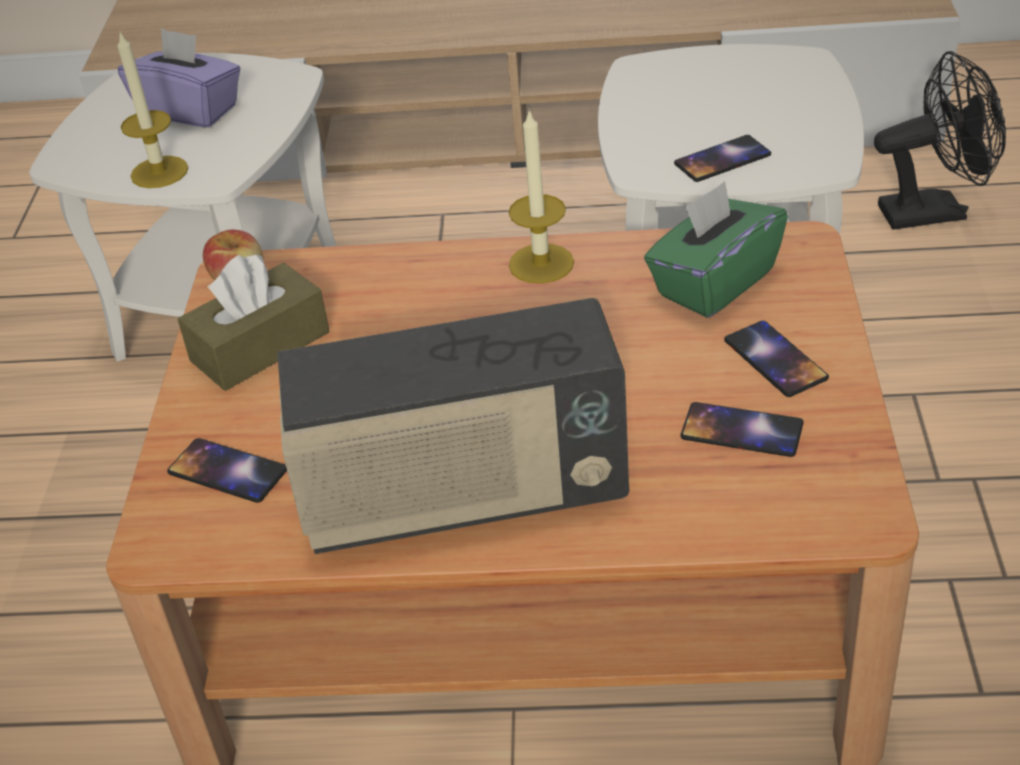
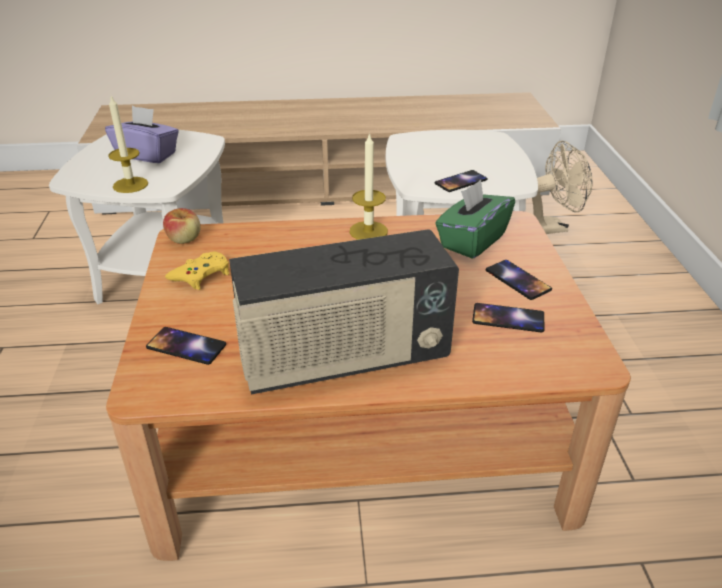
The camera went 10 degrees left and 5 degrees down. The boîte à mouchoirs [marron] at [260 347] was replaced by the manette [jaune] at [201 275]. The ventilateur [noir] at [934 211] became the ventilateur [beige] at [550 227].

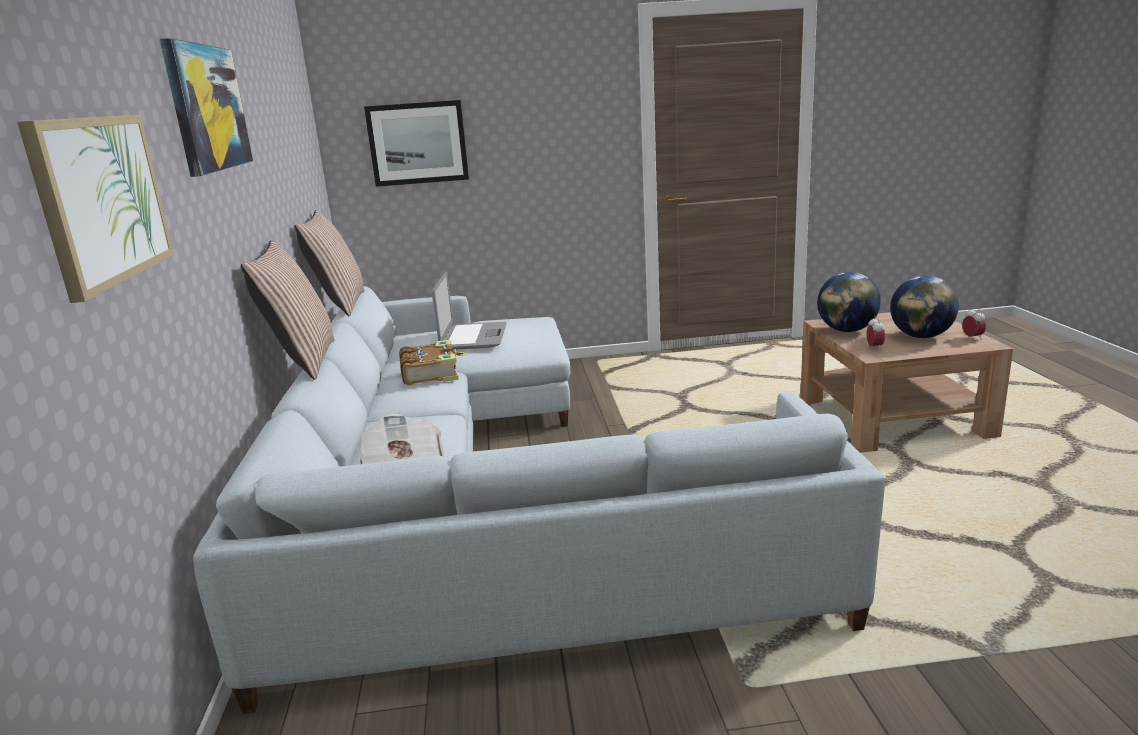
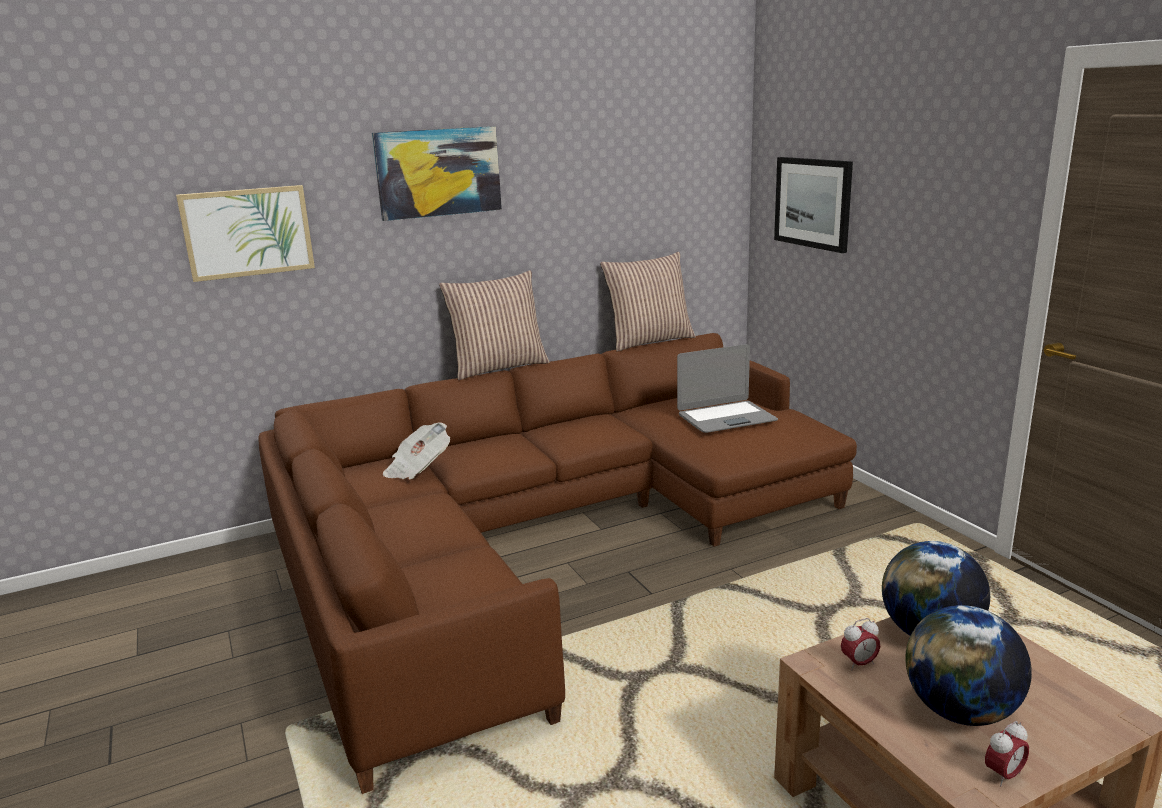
The camera went 70 degrees right and 0 degrees up. The canapé [gris] at [476 496] became the canapé [marron] at [546 537]. The livre at [431 373] disappeared.

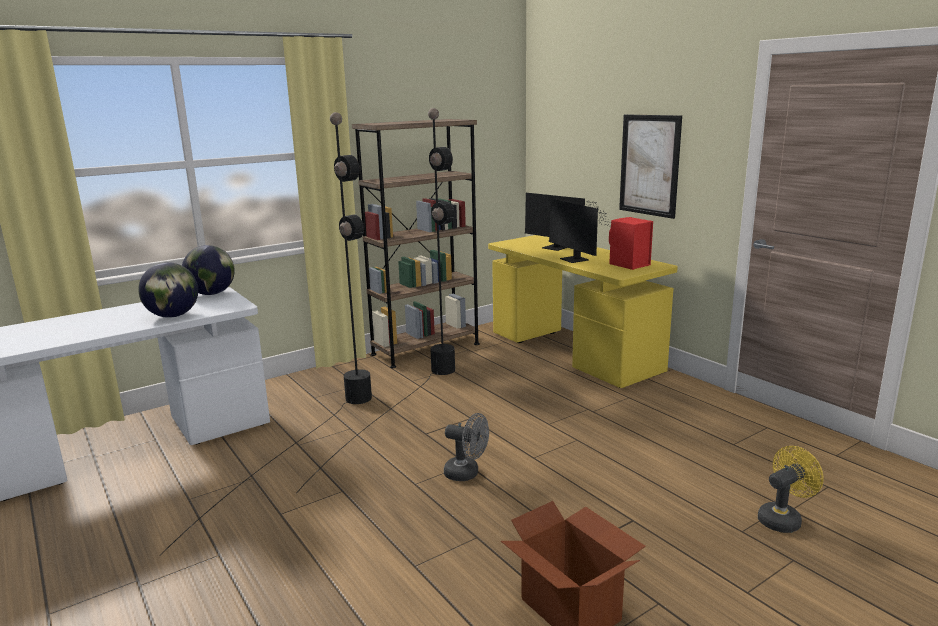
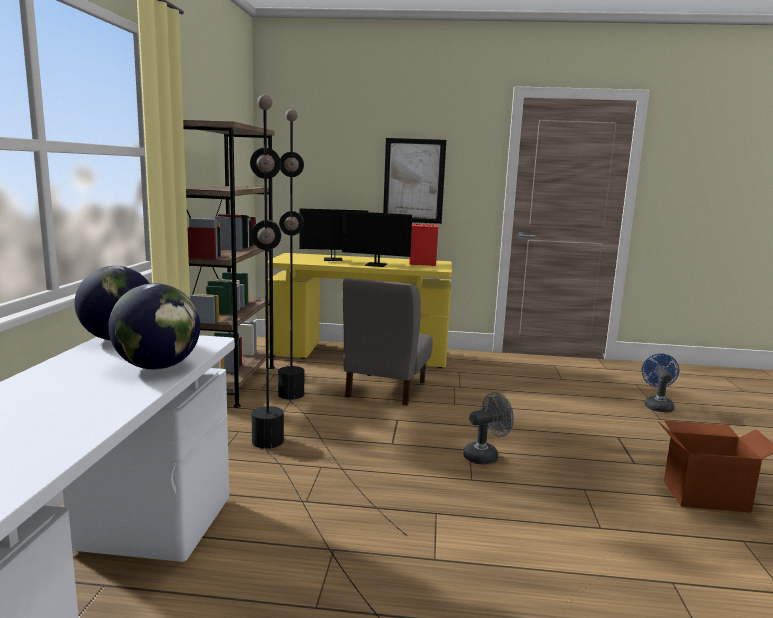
The camera went 50 degrees left and 5 degrees down. The ventilateur [jaune] at [783 519] became the ventilateur [bleu] at [657 405]. The chaise [gris] at [385 389] appeared.

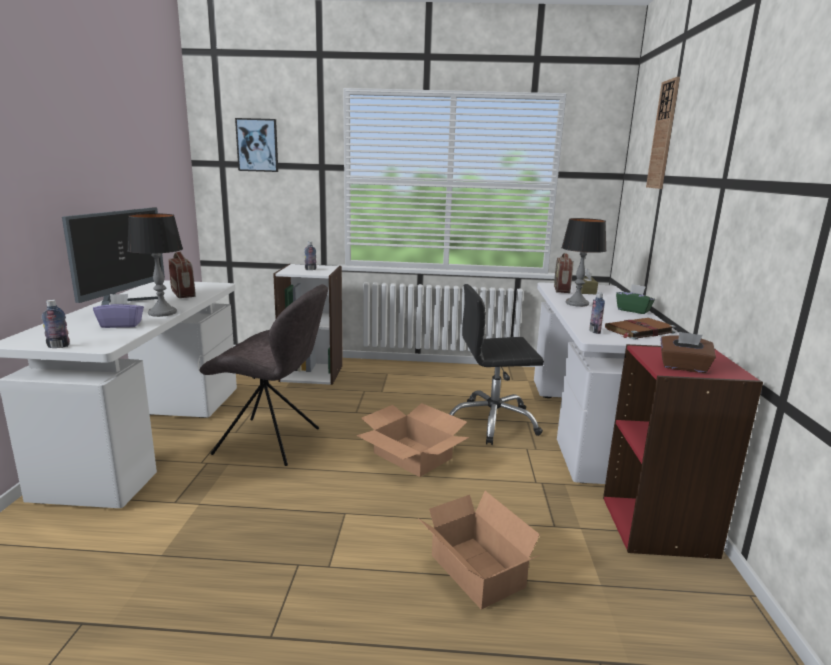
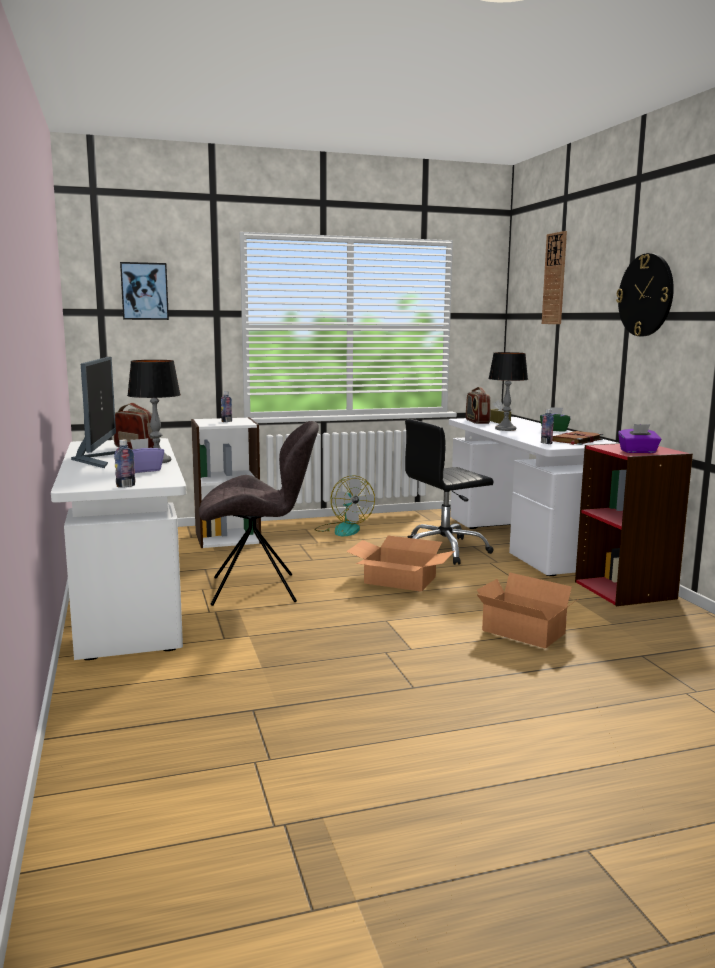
The camera went 20 degrees left and 5 degrees down. The boîte à mouchoirs [marron] at [683 367] became the boîte à mouchoirs [violet] at [638 451]. The ventilateur at [343 529] appeared. The horloge murale at [646 295] appeared.

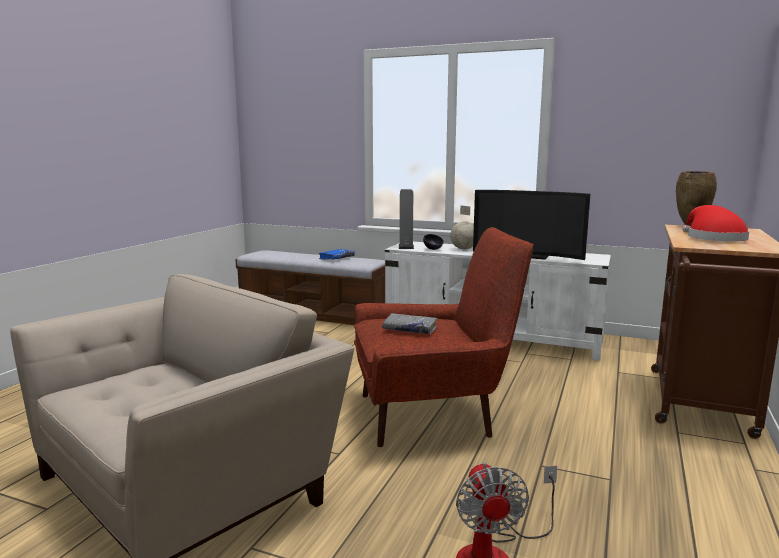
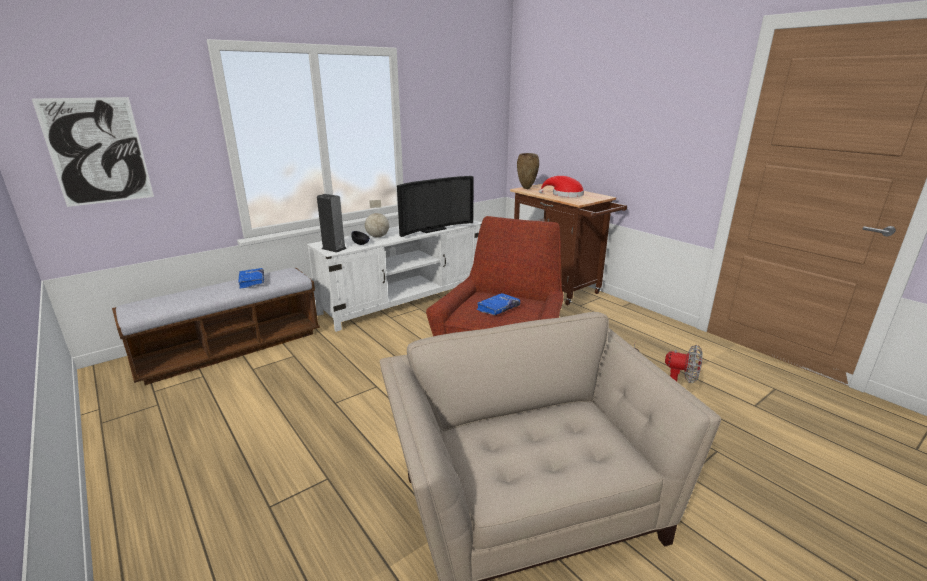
The camera went 60 degrees left and 10 degrees up. The livre [gris] at [409 329] became the livre [bleu] at [498 308]. The tableau at [97 151] appeared.

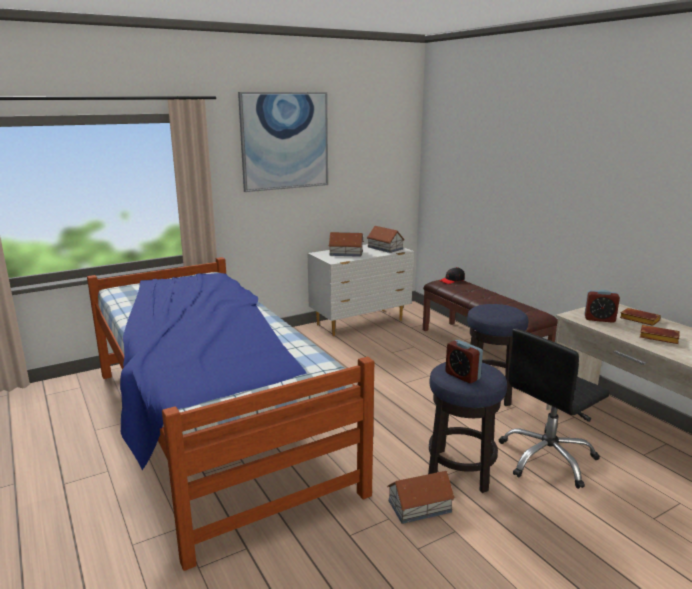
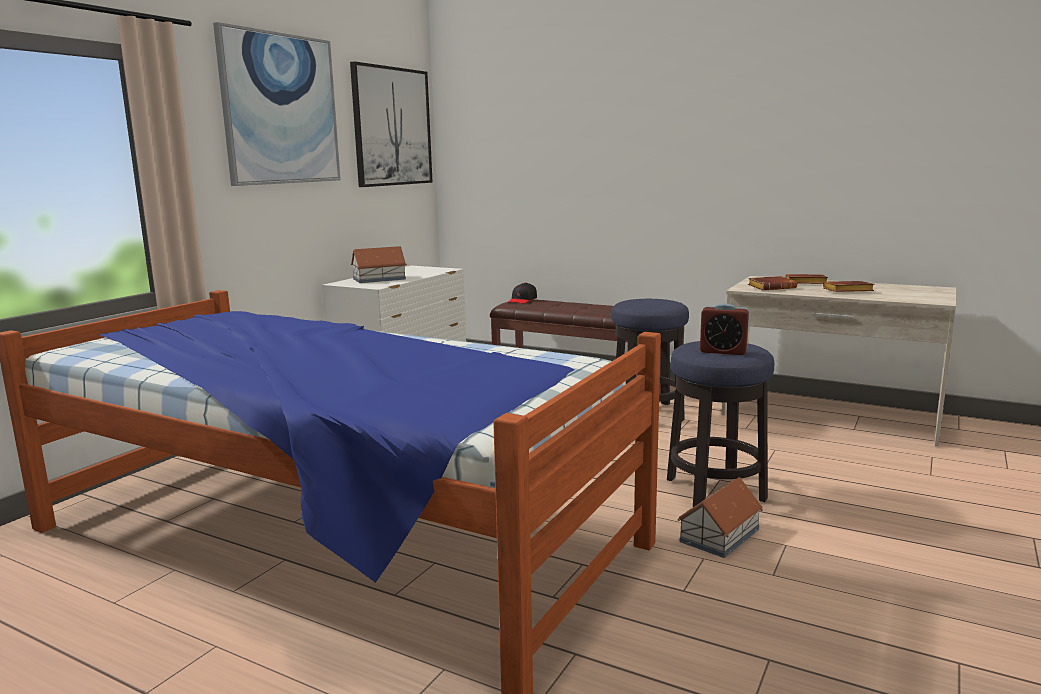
The camera went 30 degrees left and 5 degrees down. The maison miniature at [385 248] disappeared. The chaise de bureau [noir] at [547 458] disappeared. The réveil at [599 319] was replaced by the livre [marron] at [772 287]. The tableau at [392 127] appeared.

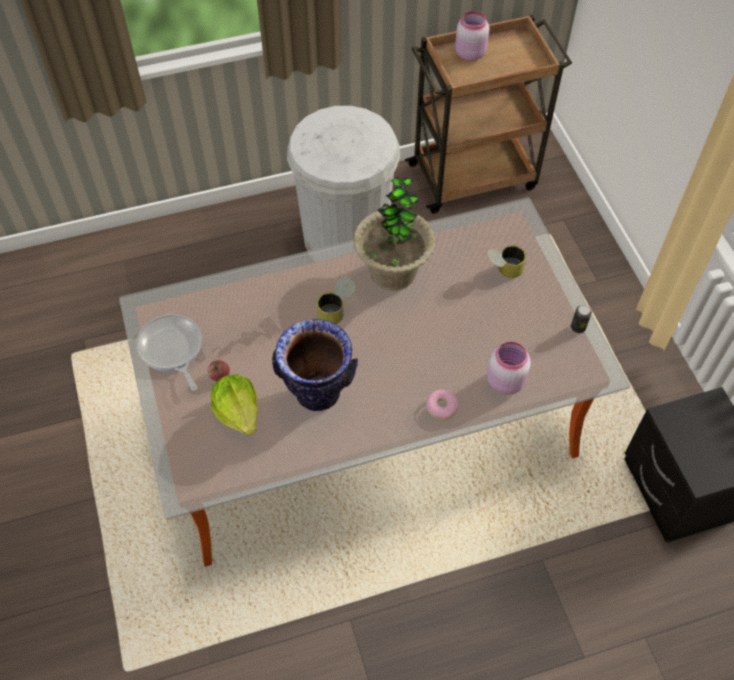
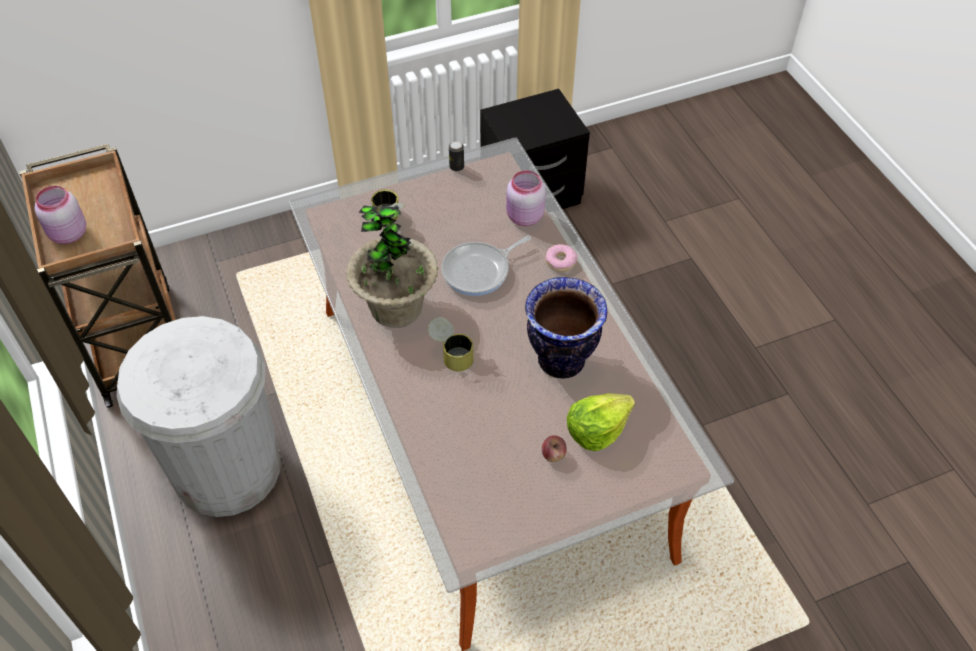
The camera went 95 degrees left and 5 degrees down. The poêle moved from [171 349] to [479 271].

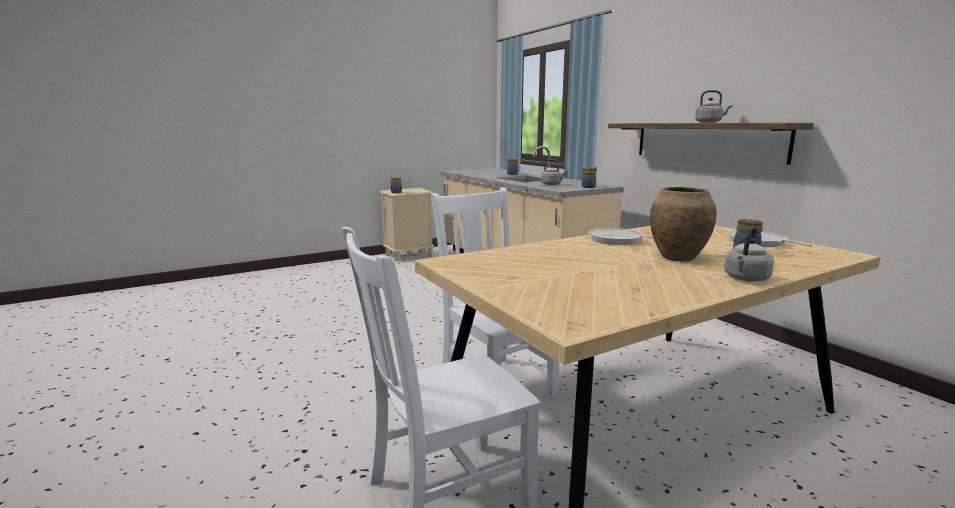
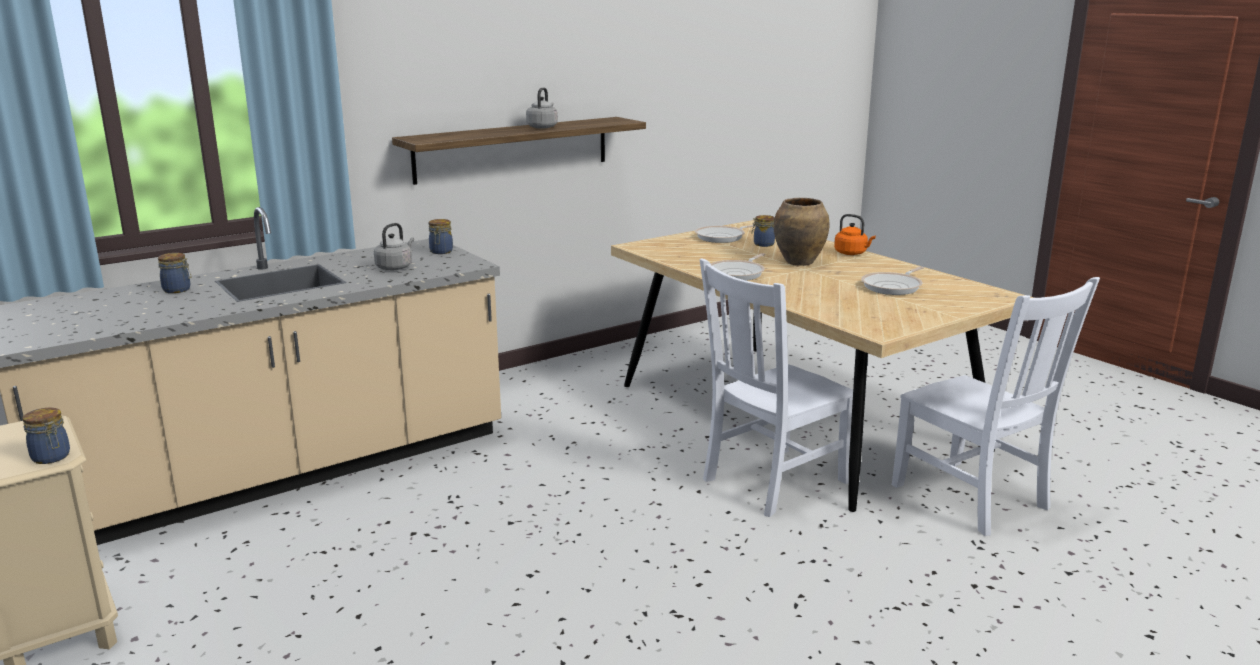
The camera went 95 degrees left and 5 degrees up. The bouilloire [gris] at [745 279] became the bouilloire [orange] at [852 253]. The poêle at [893 287] appeared.

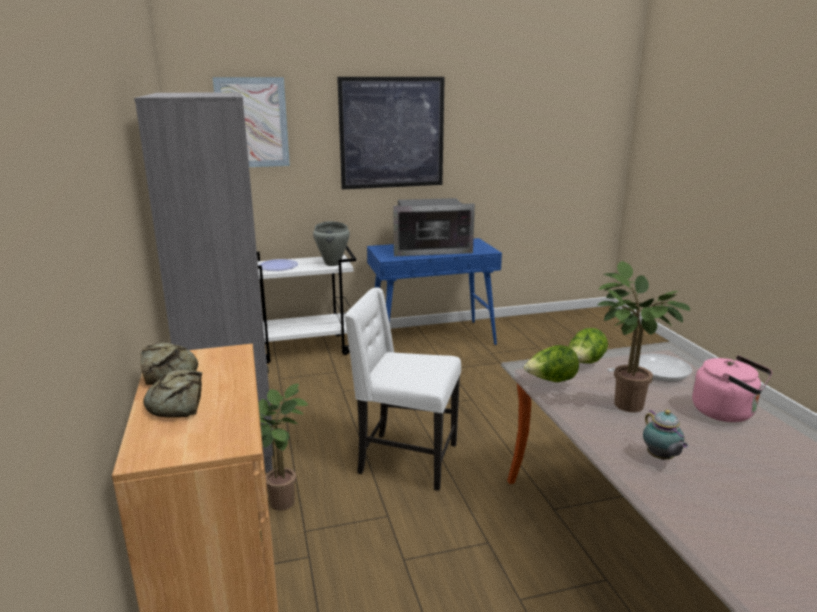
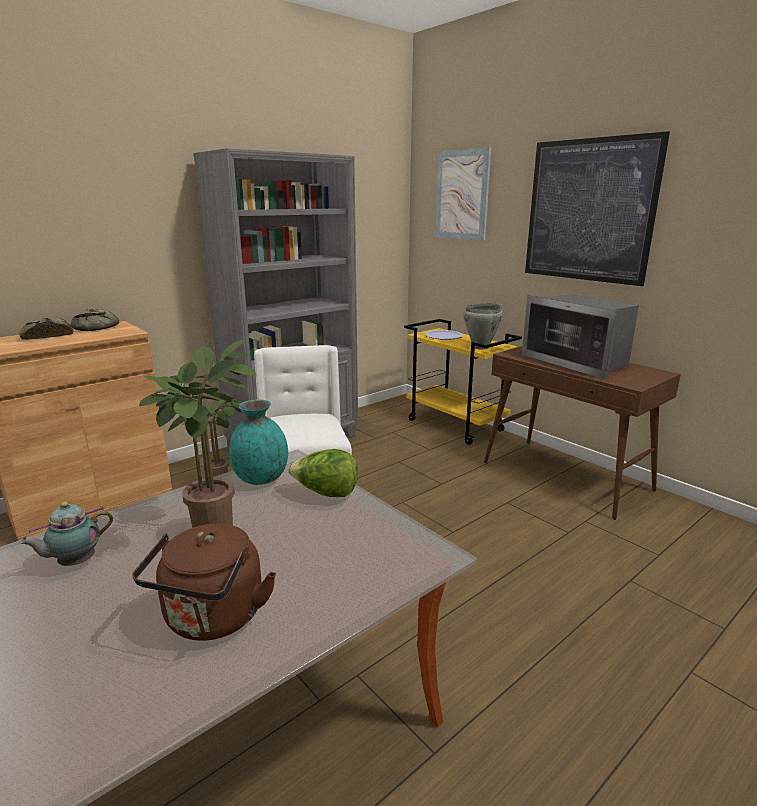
The camera went 65 degrees right and 0 degrees up. The chariot [blanc] at [305 348] became the chariot [jaune] at [456 425]. The table console [bleu] at [432 338] became the table console [marron] at [566 476]. The laitue at [551 381] was replaced by the vase [turquoise] at [261 478]. The poêle at [655 372] disappeared. The bouilloire [rose] at [726 413] became the bouilloire [marron] at [212 619].

